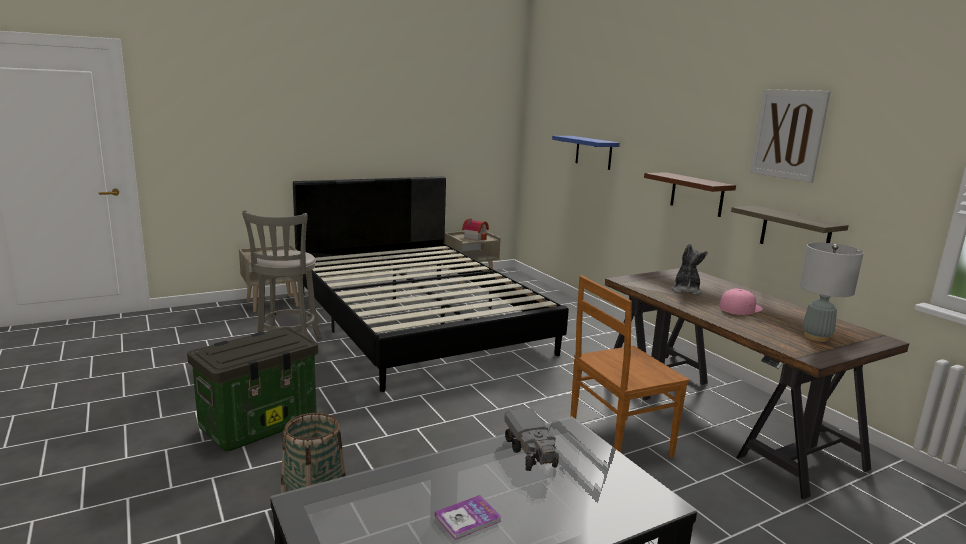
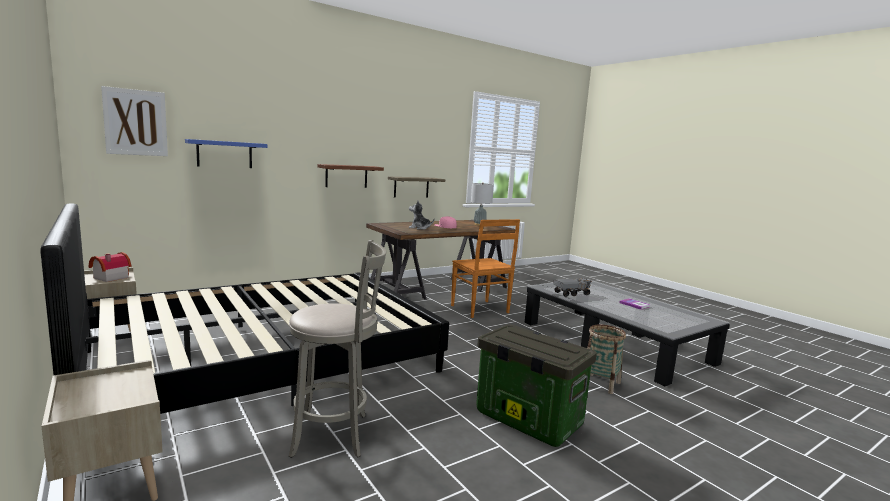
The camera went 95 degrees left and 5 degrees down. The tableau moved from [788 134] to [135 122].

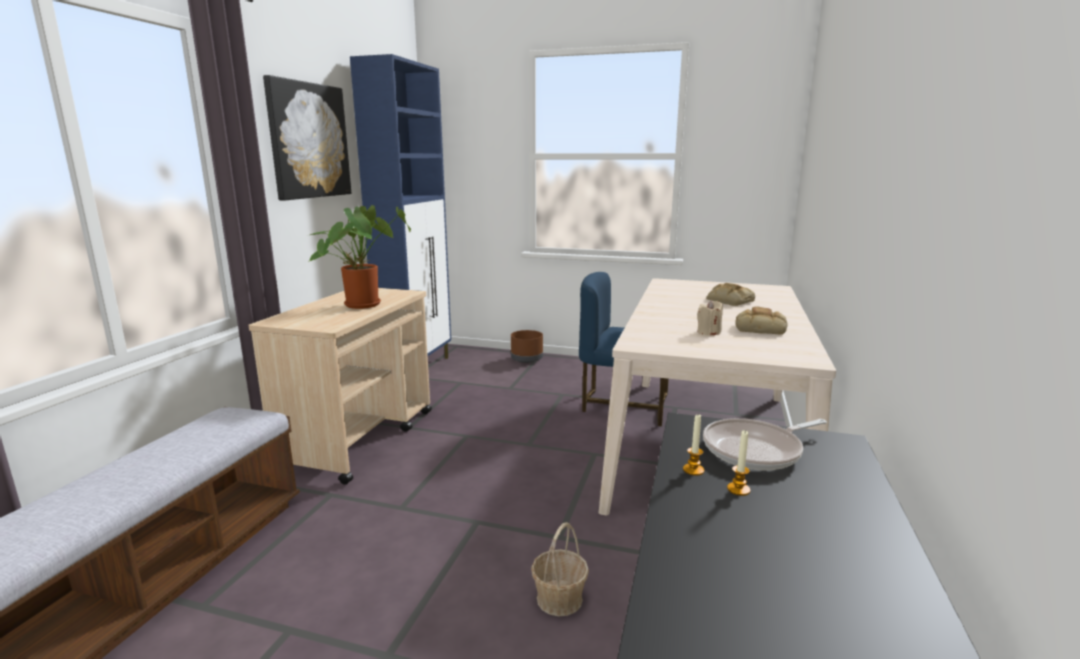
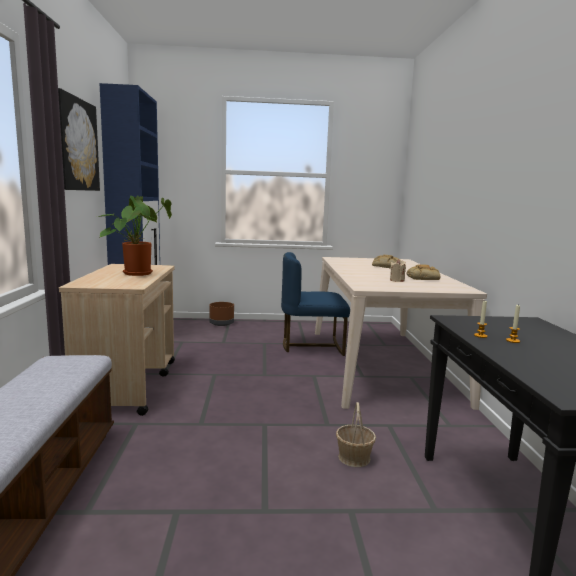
The camera went 20 degrees left and 5 degrees down. The poêle at [756 450] disappeared.

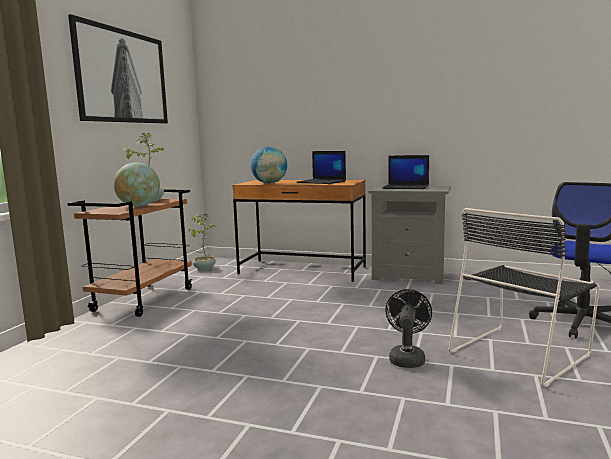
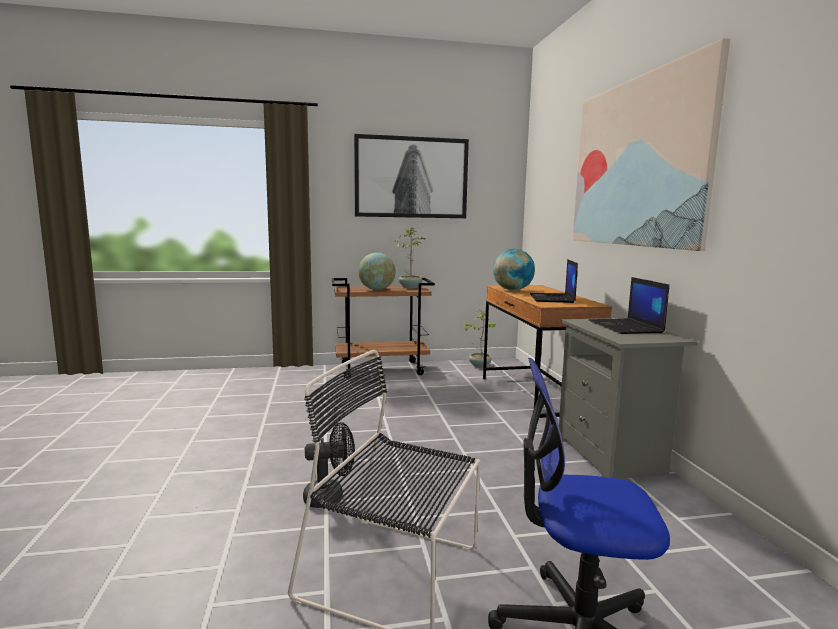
The camera went 60 degrees right and 0 degrees up. The tableau at [636 163] appeared.

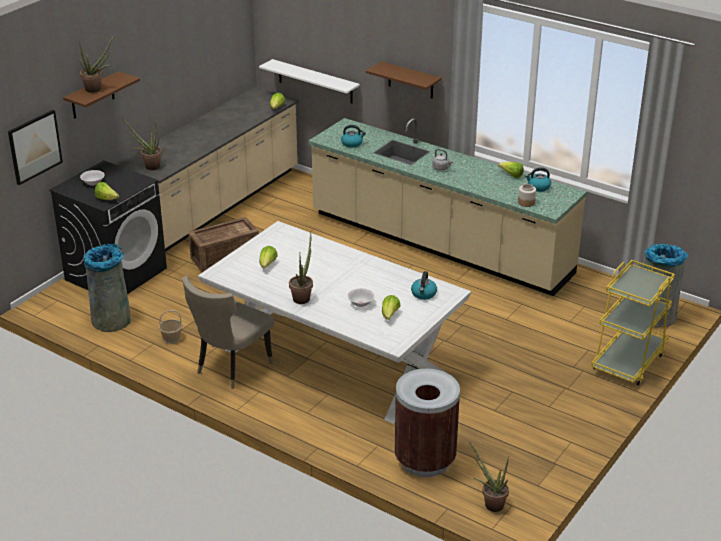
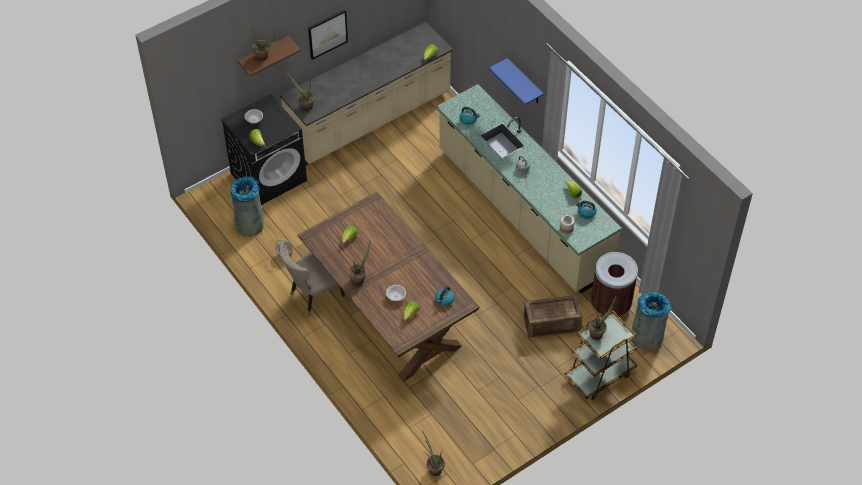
The camera went 20 degrees right and 20 degrees up. The tableau moved from [34 146] to [327 34]. The caisse moved from [224 257] to [550 323]. The table à manger [blanc] at [333 361] became the table à manger [marron] at [387 311]. The étagère [blanc] at [315 81] disappeared. The étagère [marron] at [410 80] became the étagère [bleu] at [525 82]. The poubelle [marron] moved from [425 460] to [610 304]. The chariot [jaune] at [628 361] became the chariot [marron] at [599 375]. The plante en pot at [598 333] appeared.

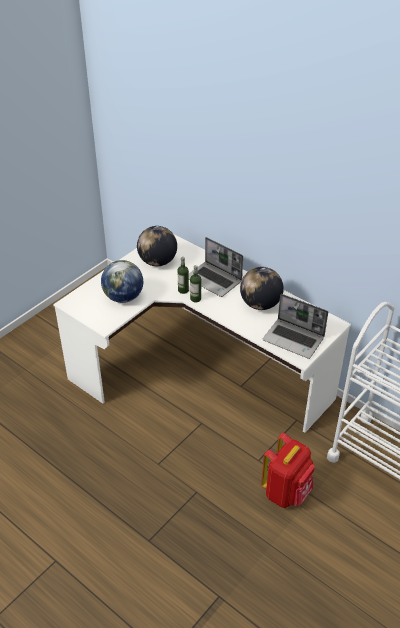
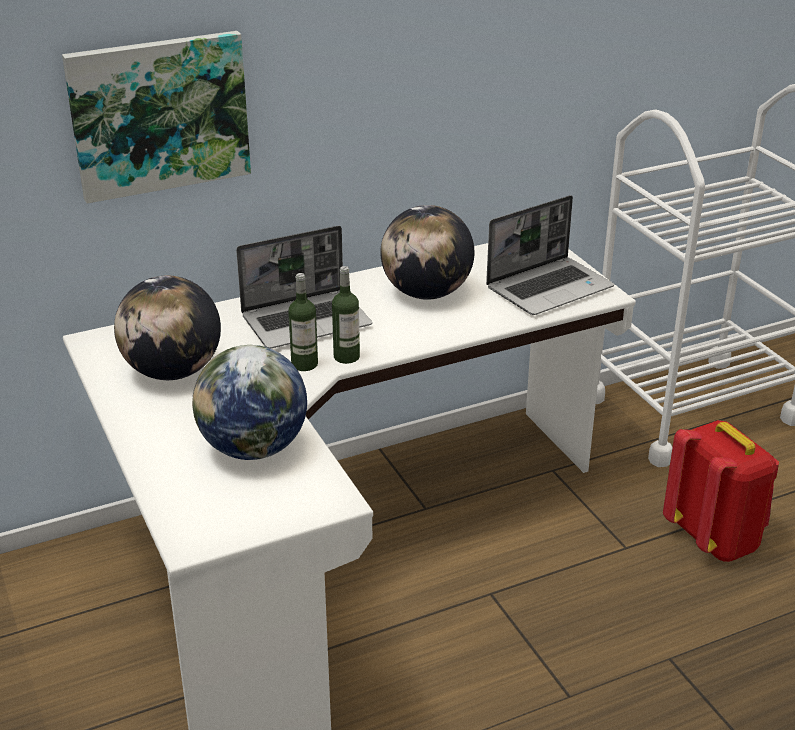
The camera went 65 degrees left and 10 degrees down. The tableau at [159 114] appeared.

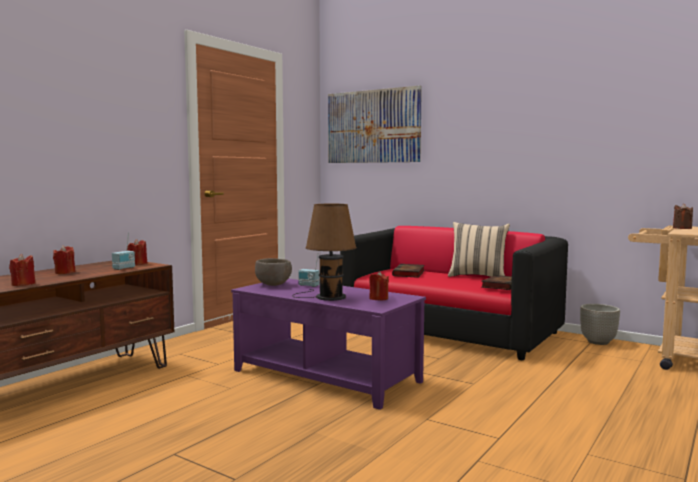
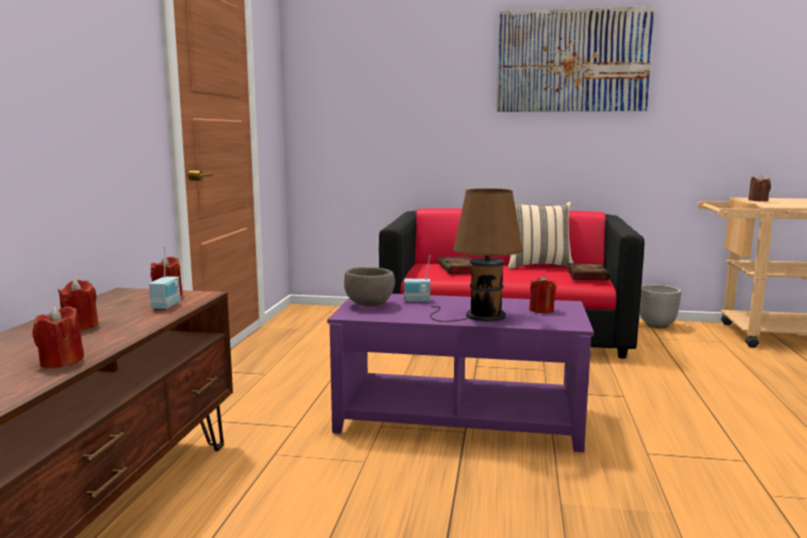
The camera went 25 degrees left and 5 degrees up. The tableau moved from [373 126] to [572 61].

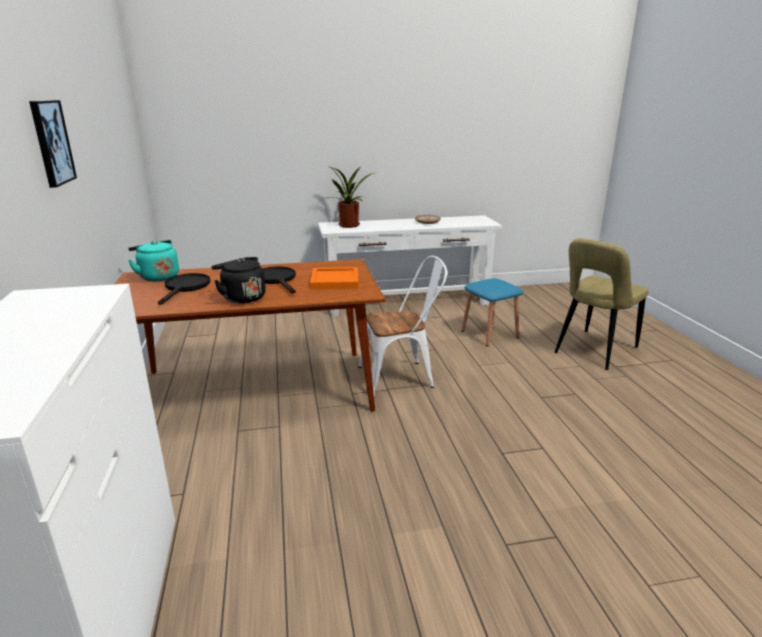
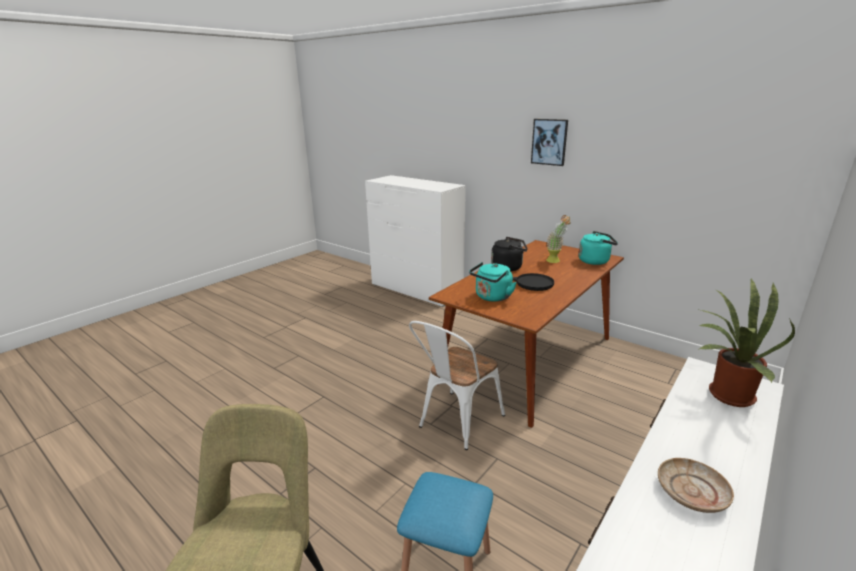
The camera went 140 degrees right and 0 degrees up. The poêle [noir] at [185 288] was replaced by the plante en pot at [555 261]. The plateau [orange] at [335 281] was replaced by the bouilloire [turquoise] at [492 297].

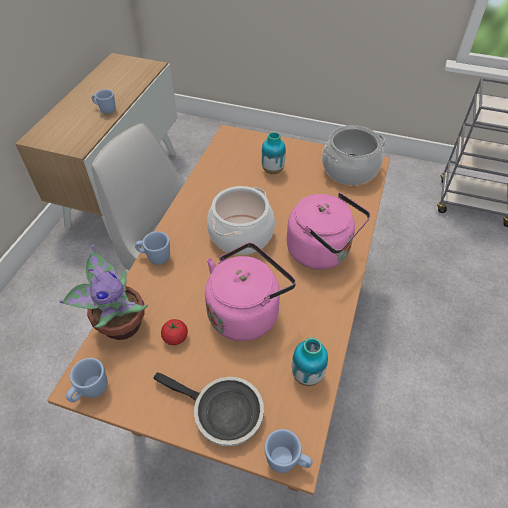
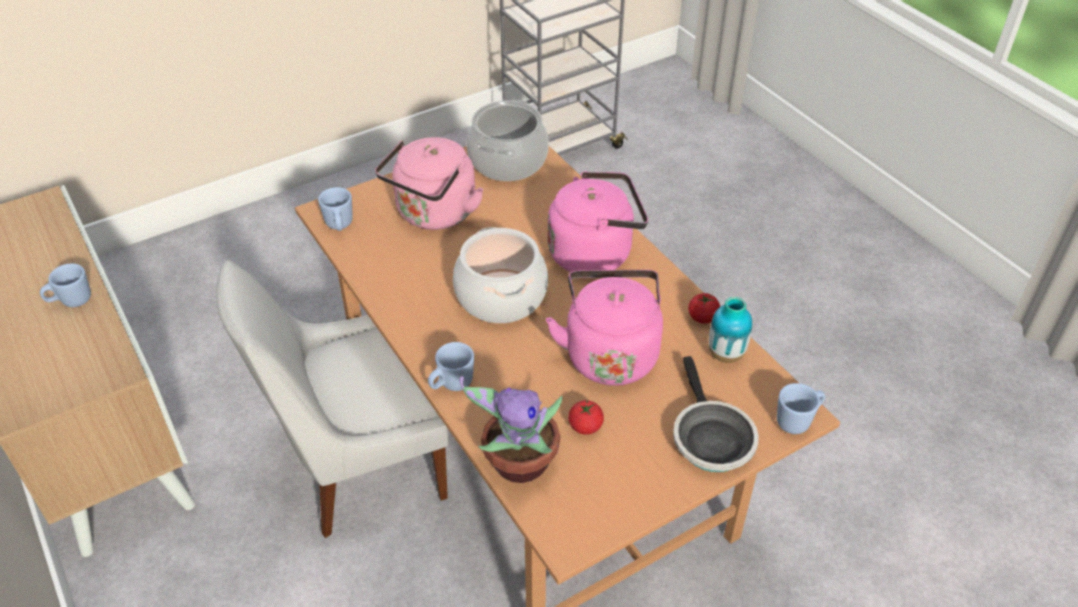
The camera went 50 degrees left and 5 degrees down. The mug [bleu] moved from [90 391] to [339 226]. The poêle at [222 413] turned 105 degrees clockwise. The vase at [272 170] was replaced by the bouilloire [rose] at [434 215]. The tomate at [702 317] appeared.

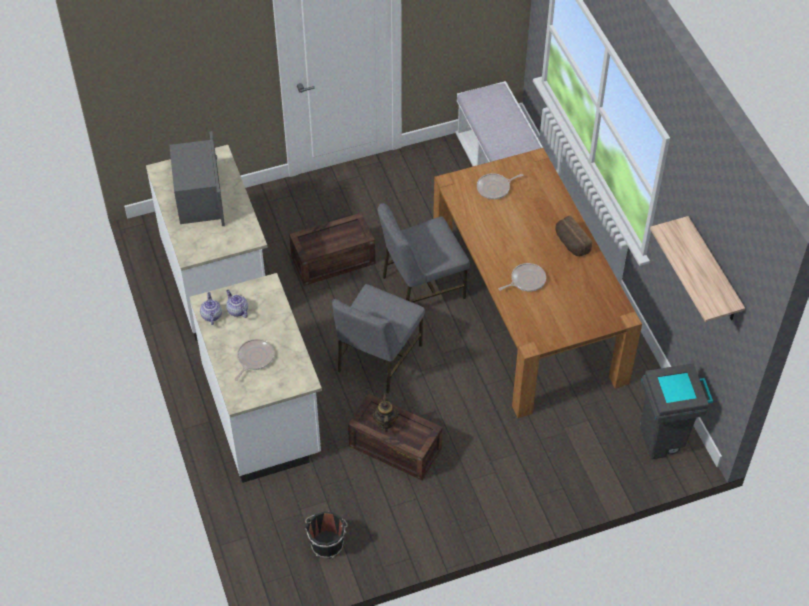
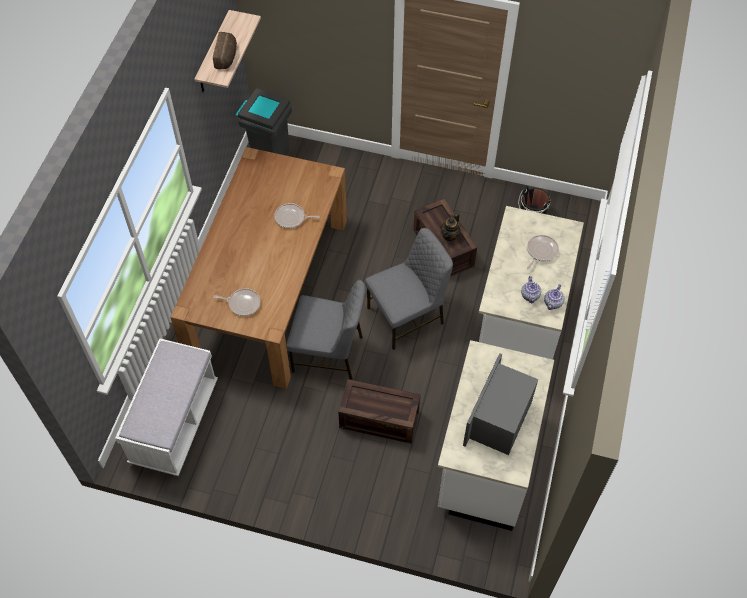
The camera went 145 degrees left and 5 degrees up. The poêle at [254 358] turned 150 degrees clockwise. The pain moved from [570 243] to [227 57].

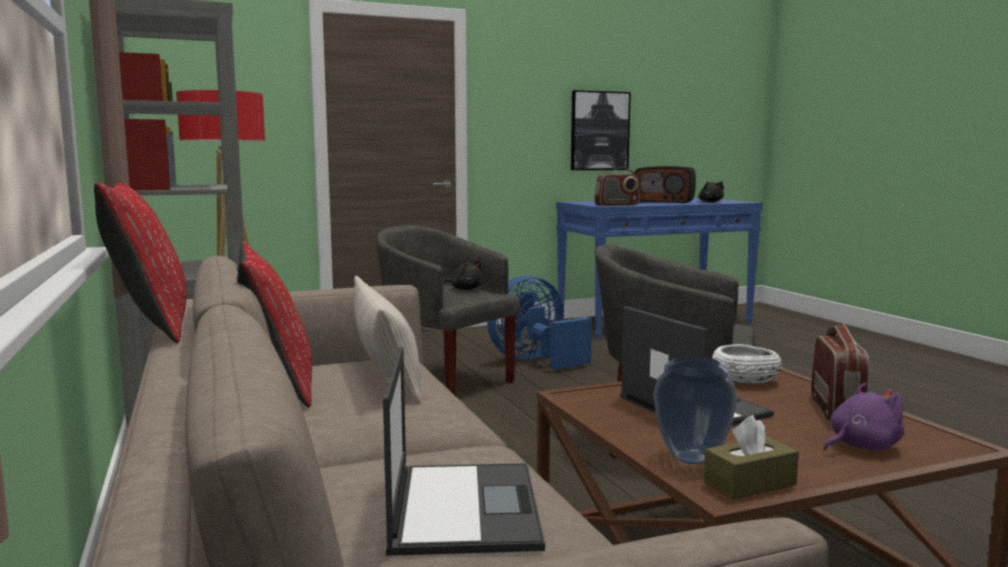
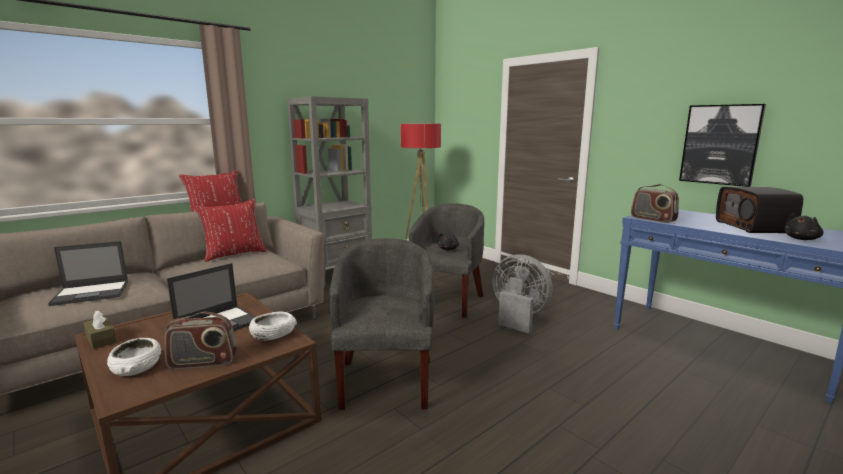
The camera went 70 degrees right and 5 degrees up. The coussin [beige] at [386 376] disappeared. The ventilateur [bleu] at [535 361] became the ventilateur [gris] at [518 316]. The vase at [693 459] disappeared. The peluche [violet] at [861 446] was replaced by the bol [blanc] at [137 367].

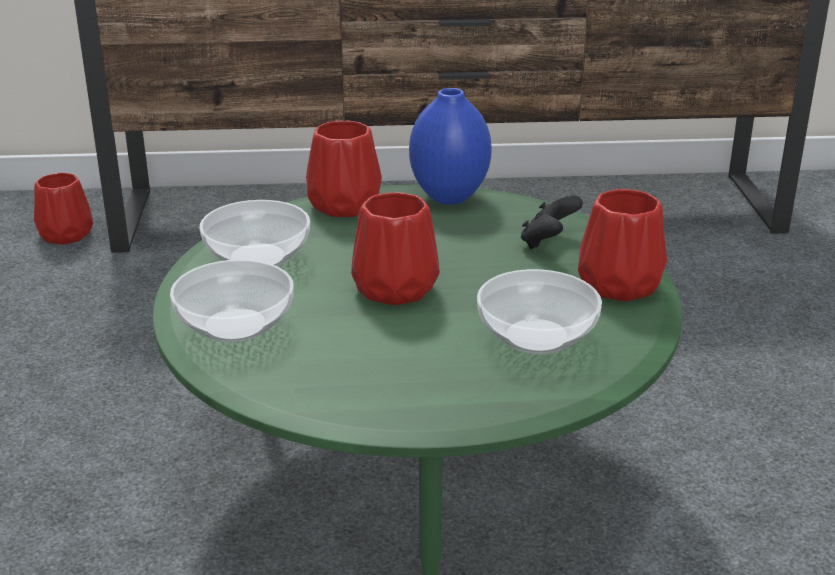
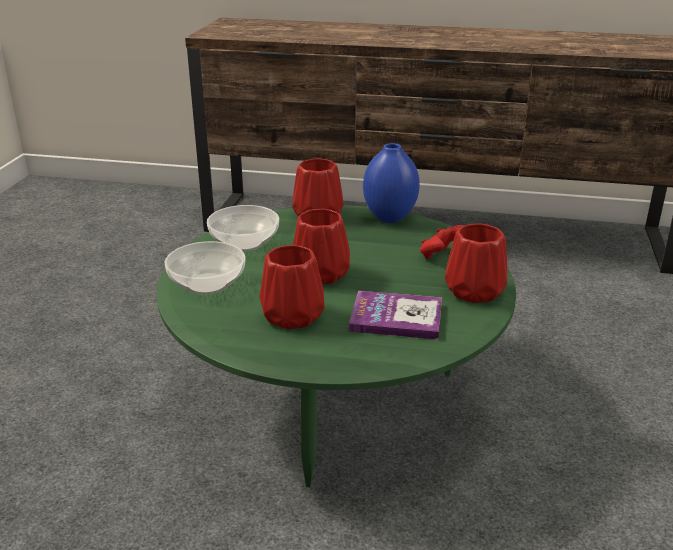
The camera went 15 degrees right and 0 degrees up. The vase [rouge] moved from [64 235] to [291 315]. The bol at [535 336] was replaced by the livre at [396 317]. The manette [noir] at [548 242] became the manette [rouge] at [440 256].

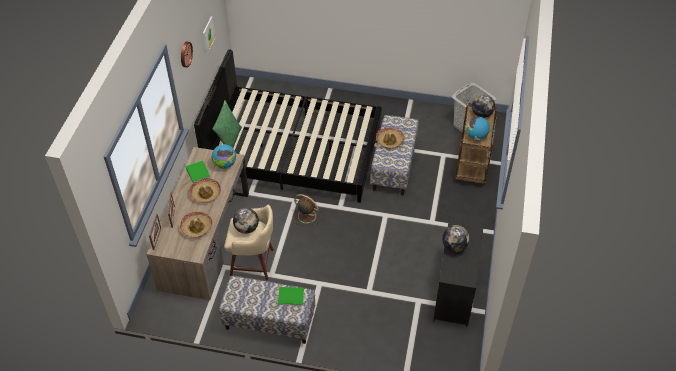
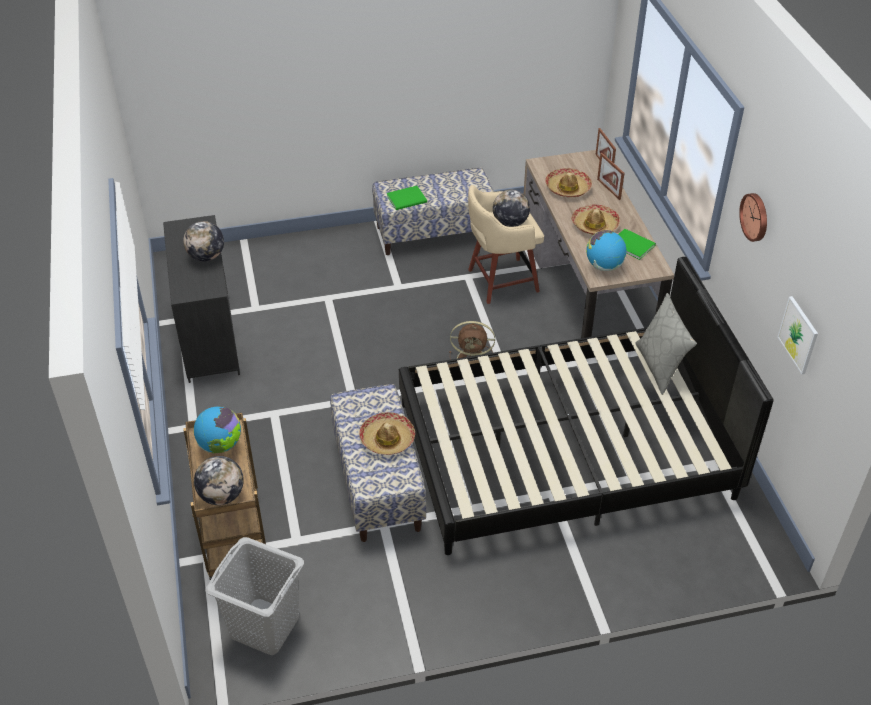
The camera went 155 degrees right and 5 degrees down. The coussin [vert] at [229 140] became the coussin [gris] at [660 366].

